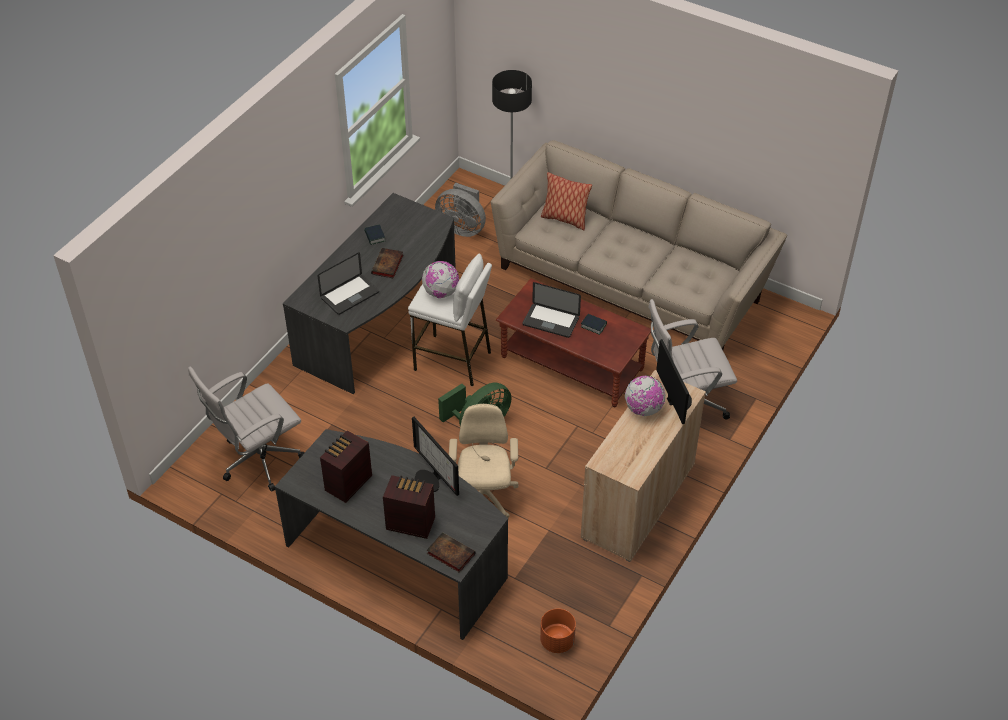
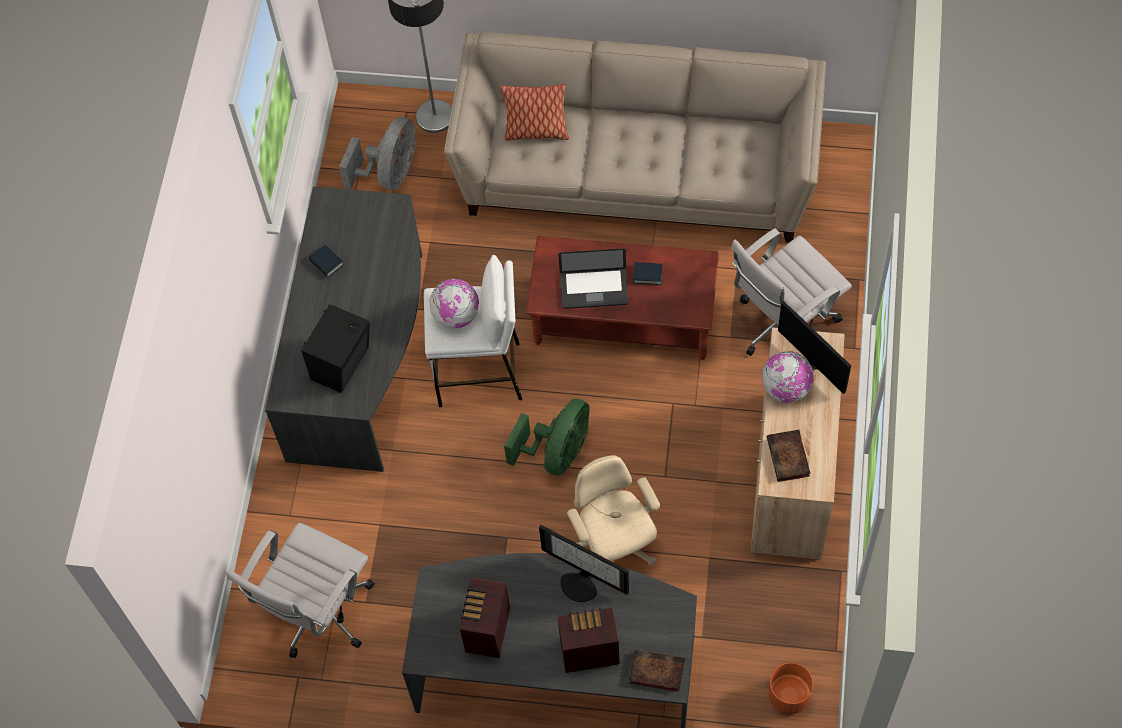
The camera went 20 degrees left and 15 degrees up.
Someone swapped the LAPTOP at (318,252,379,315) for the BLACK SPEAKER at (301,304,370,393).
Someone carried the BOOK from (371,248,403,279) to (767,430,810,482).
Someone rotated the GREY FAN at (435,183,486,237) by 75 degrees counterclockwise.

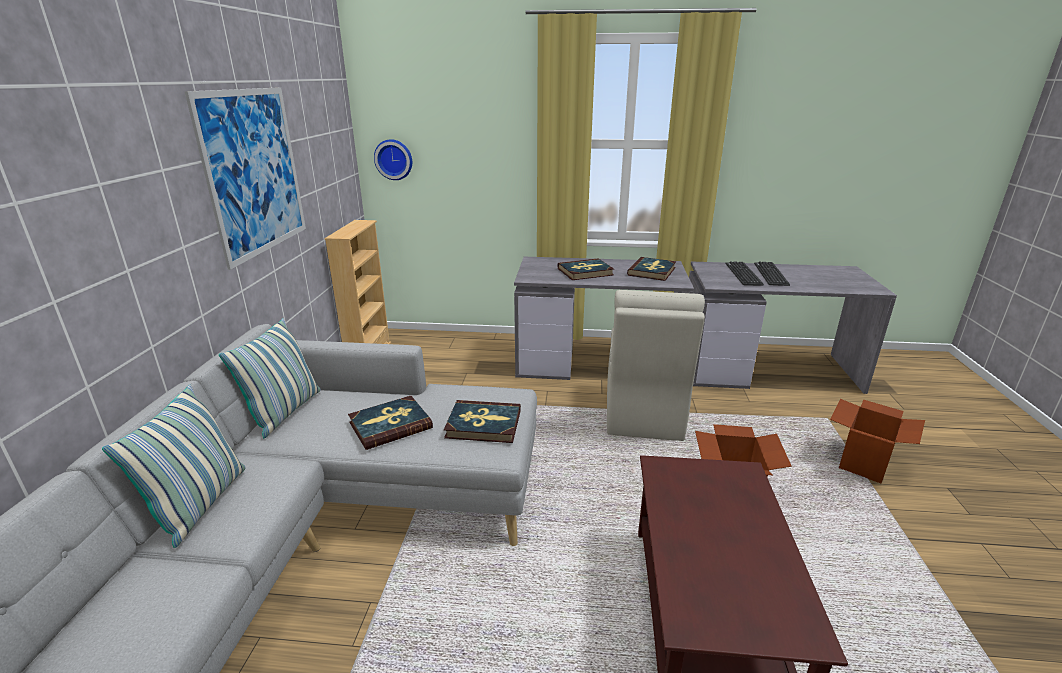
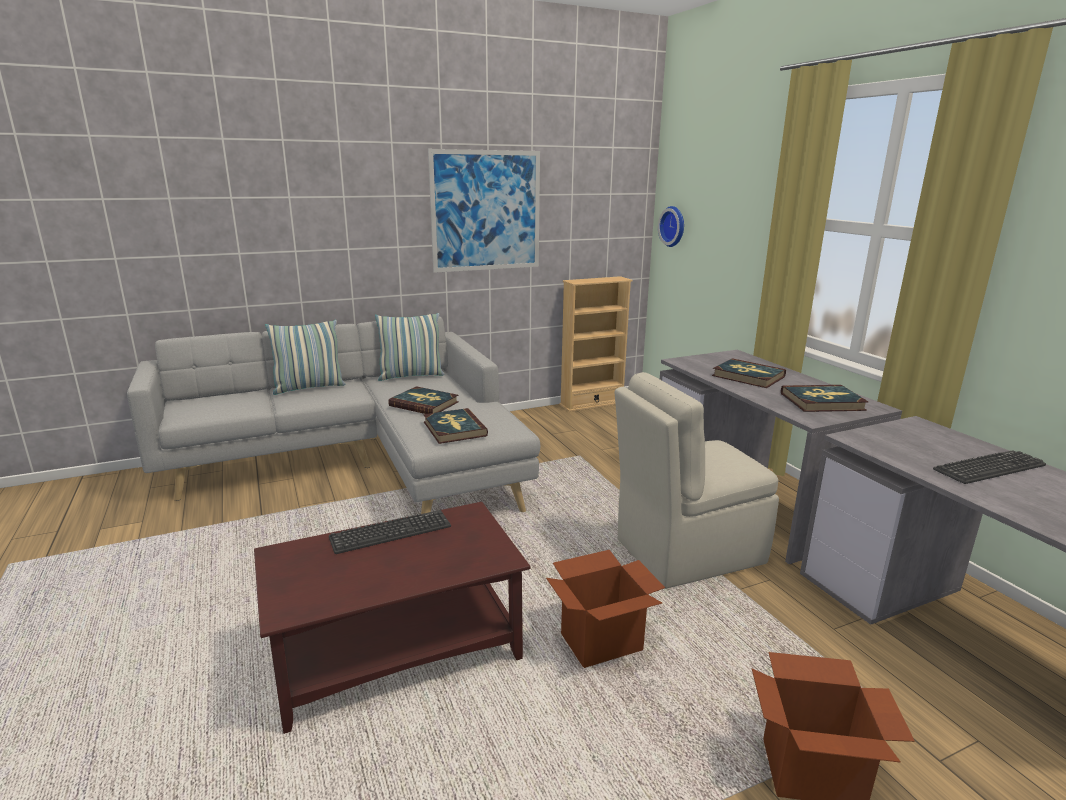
The camera went 60 degrees right and 5 degrees down.
Someone carried the KEYBOARD from (725,261,764,286) to (329,510,451,554).

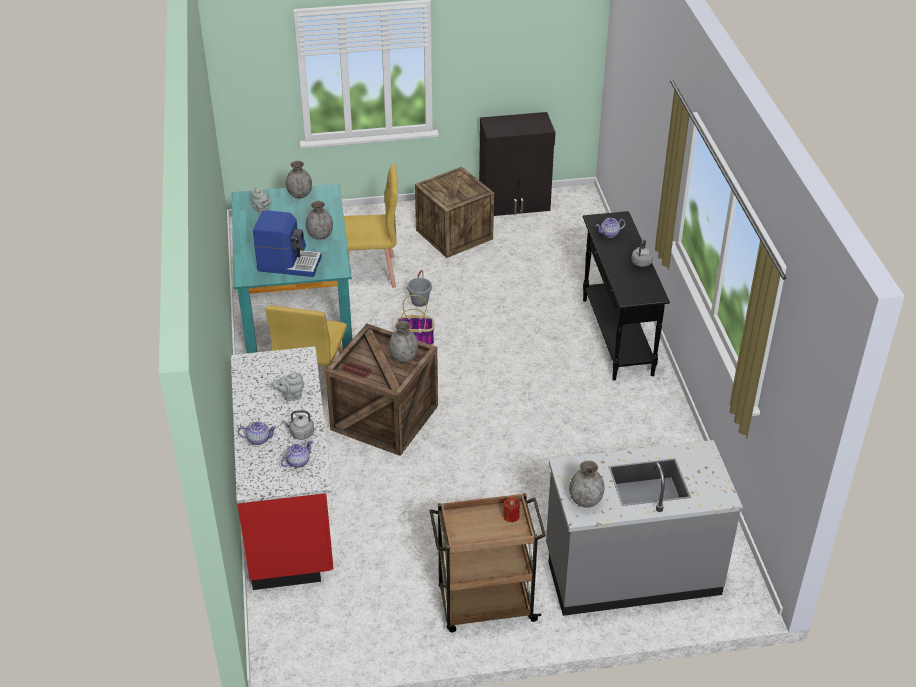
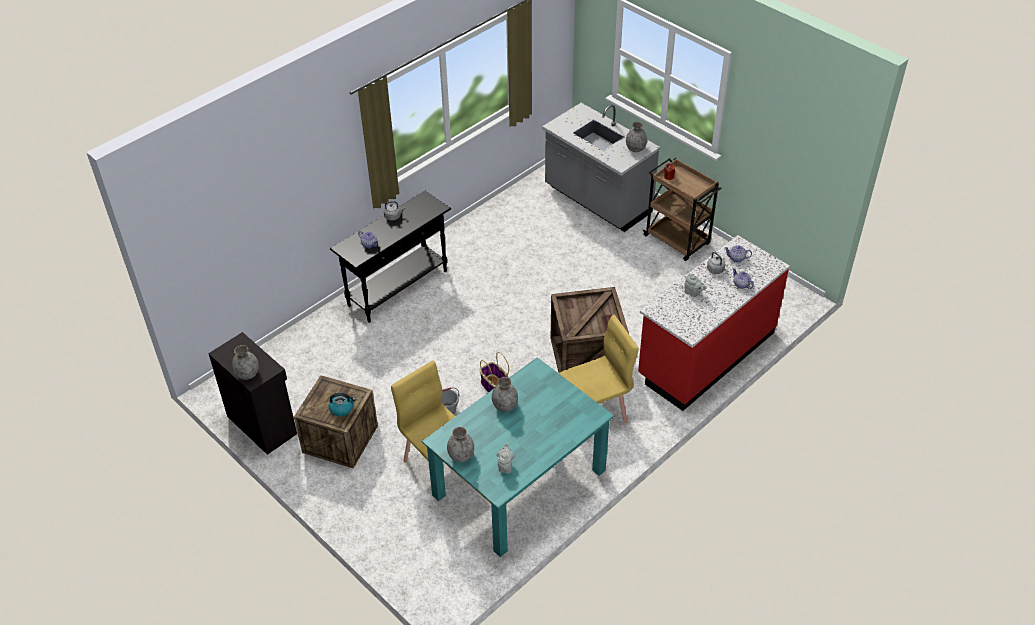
The camera went 125 degrees left and 5 degrees up.
Someone took away the COFFEE MACHINE at (253,210,322,277).
Someone carried the GREY VASE from (389,321,418,362) to (232,345,259,380).
Someone put down the KETTLE at (328,393,356,417).

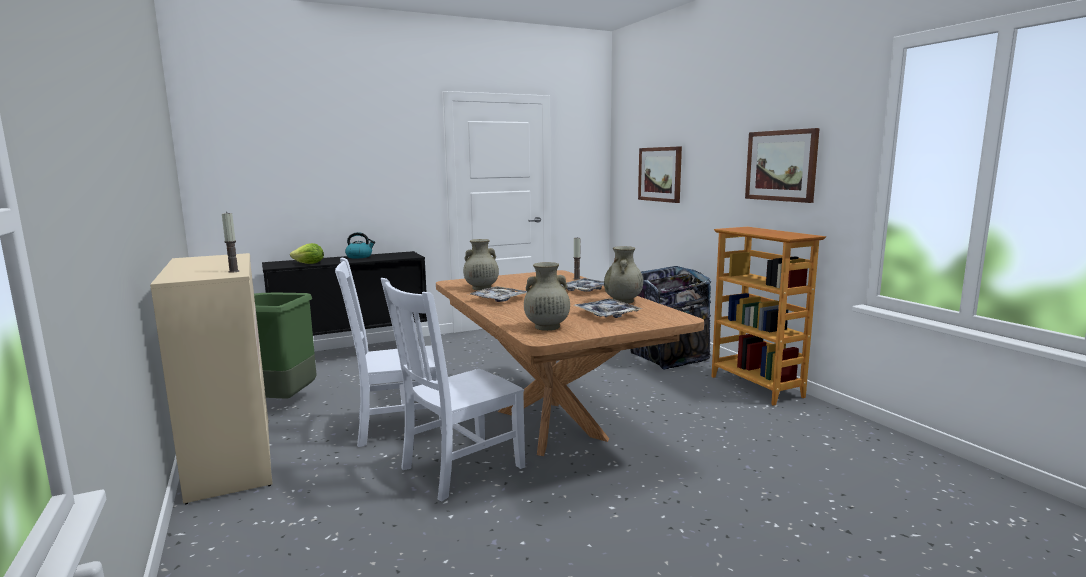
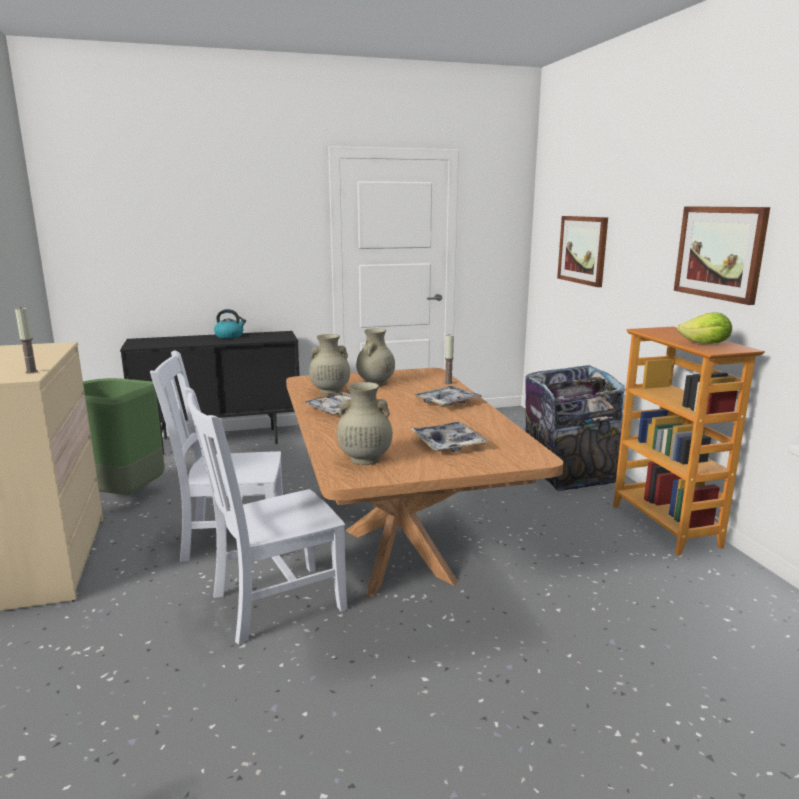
The camera went 10 degrees right and 5 degrees up.
Someone carried the LETTUCE from (290,243,324,264) to (677,312,732,344).
Someone carried the BEIGE VASE from (604,246,643,304) to (356,328,395,386).

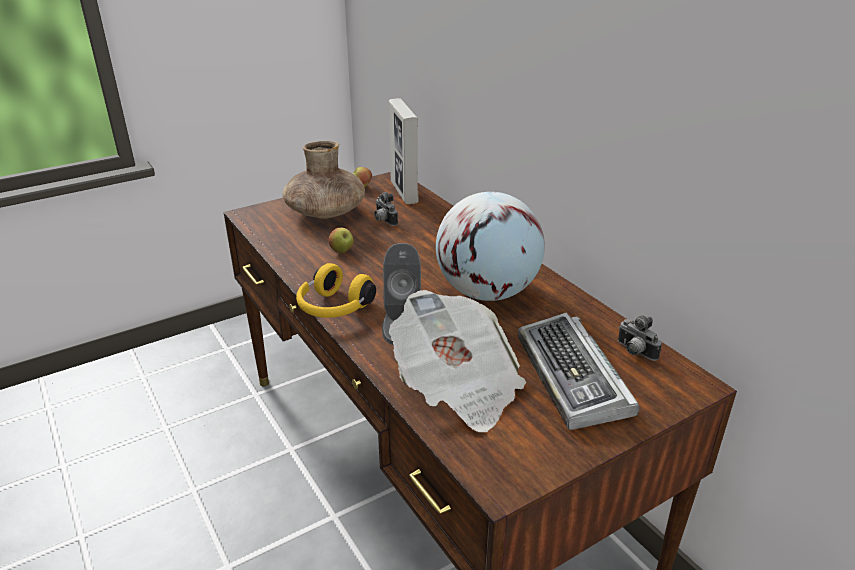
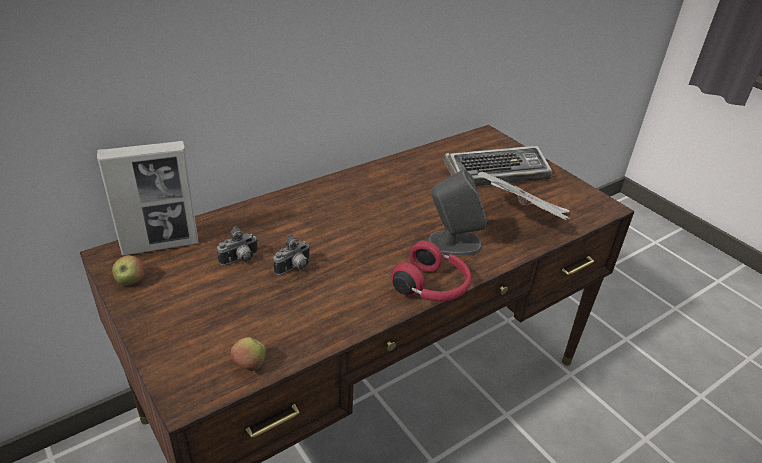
The camera went 95 degrees left and 5 degrees up.
Someone took away the BROWN VASE at (283,141,365,219).
Someone repainted the YELLOW HEADPHONES at (296,263,376,318), which became the RED HEADPHONES at (391,241,472,301).
Someone carried the APPLE from (328,228,354,254) to (231,337,266,371).
Someone took away the GLOBE at (436,192,545,301).
Someone carried the PHOTO CAMERA from (618,315,662,361) to (273,234,310,275).

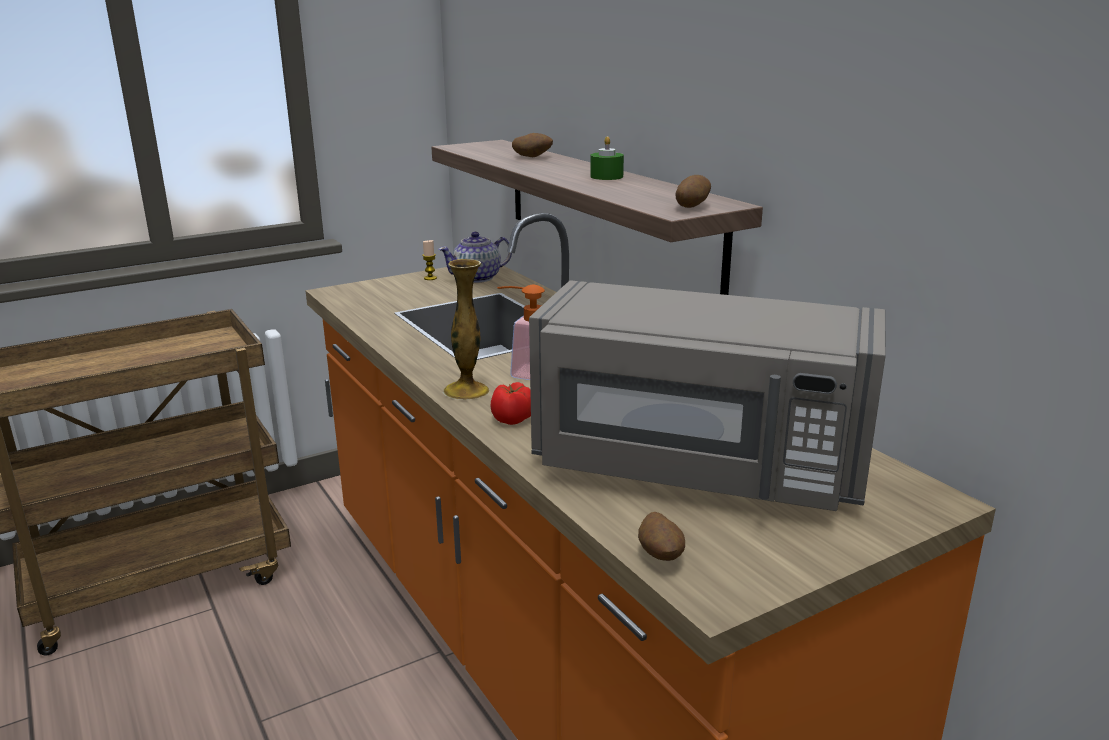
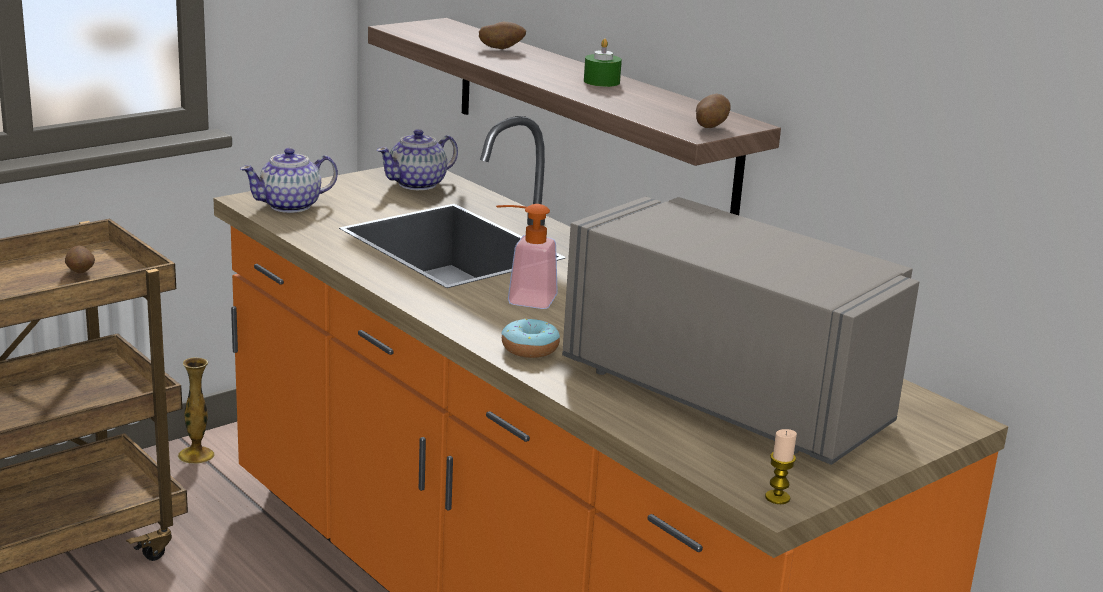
The camera went 10 degrees left and 0 degrees up.
Someone carried the CANDLE from (422,240,437,280) to (765,429,797,504).
Someone carried the VASE from (443,259,489,400) to (178,357,215,464).
Someone swapped the TOMATO at (490,382,531,425) for the DONUT at (501,319,560,358).
Someone rotated the GREY MICROWAVE at (529,280,886,511) by 150 degrees counterclockwise.
Someone carried the POTATO from (638,512,685,561) to (65,245,95,274).
Someone put down the TEAPOT at (240,148,338,213).

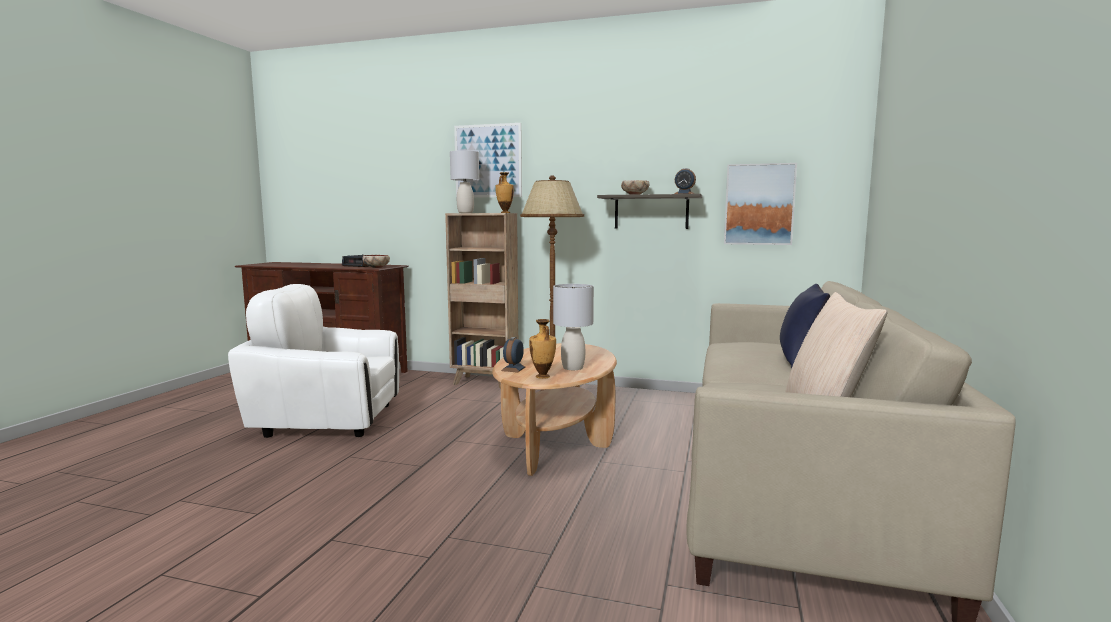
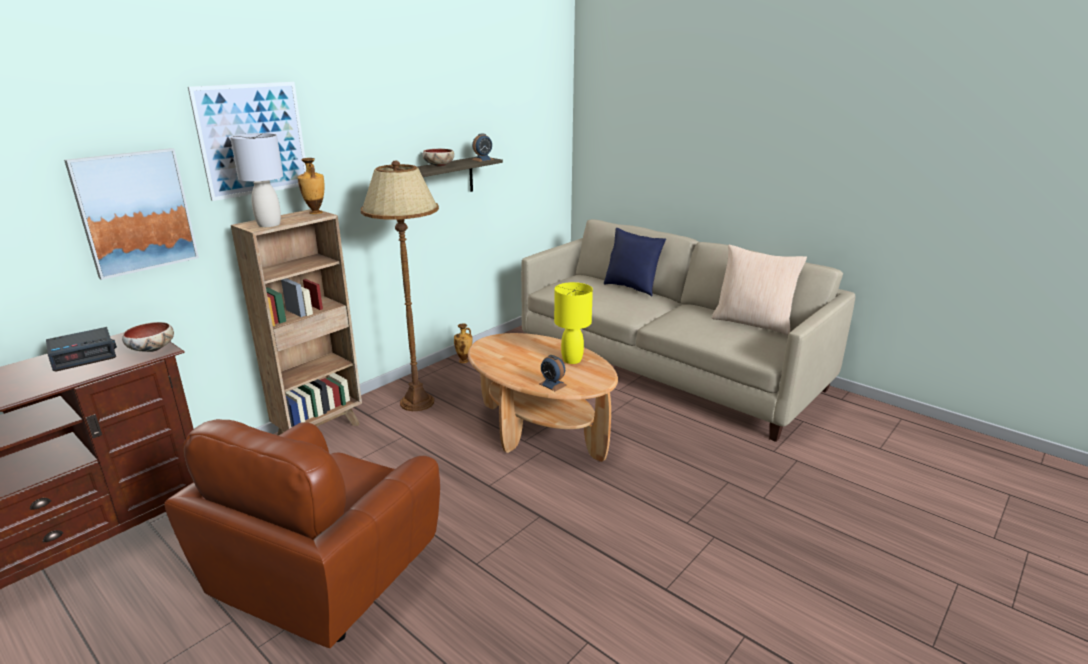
The camera went 65 degrees left and 15 degrees up.
Someone repainted the WHITE ARMCHAIR at (228,284,399,438), which became the BROWN ARMCHAIR at (164,419,440,648).
Someone carried the VASE from (529,319,556,379) to (454,323,472,363).
Someone repainted the GREY TABLE LAMP at (553,284,594,370), which became the YELLOW TABLE LAMP at (554,282,593,364).
Someone carried the PICTURE from (724,163,797,245) to (64,148,199,280).

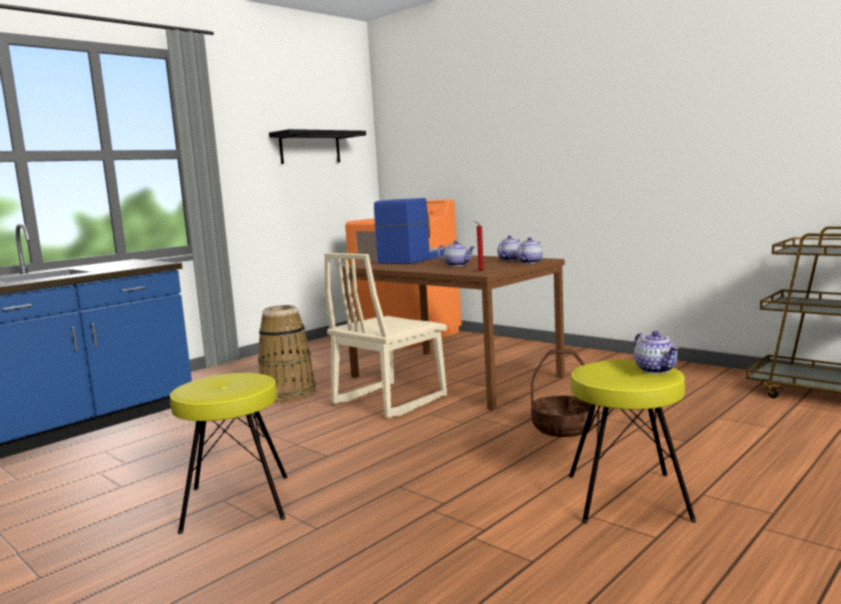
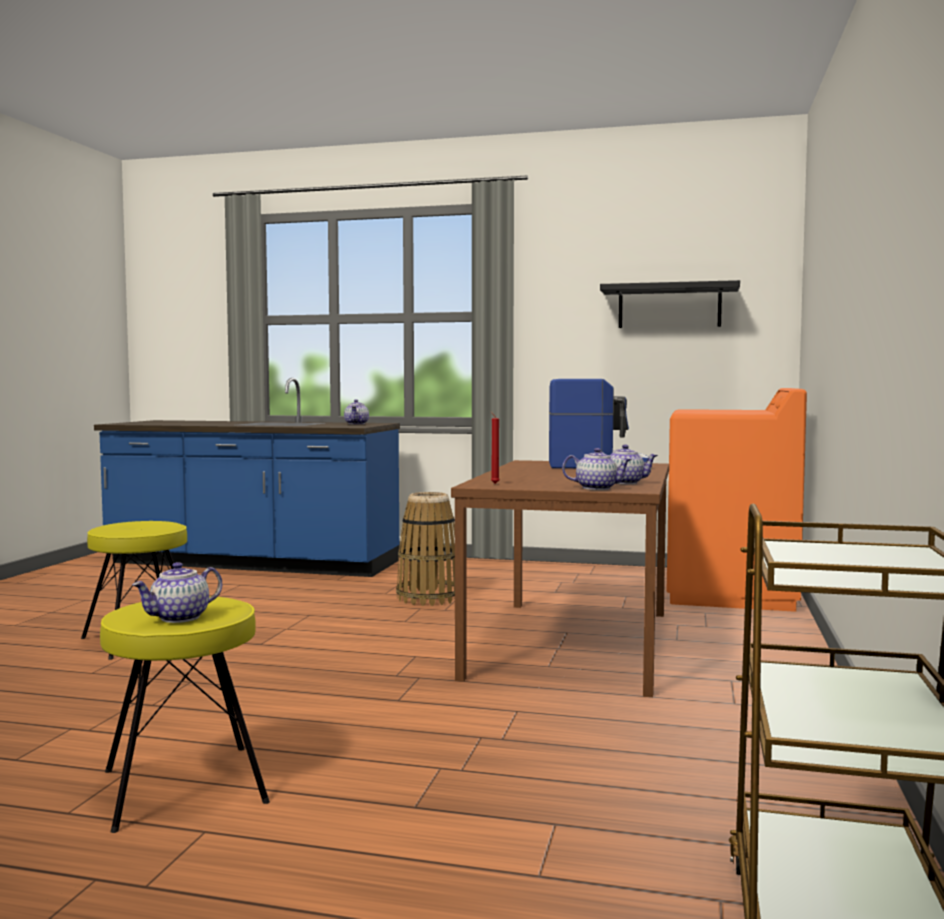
The camera went 60 degrees right and 5 degrees down.
Someone took away the BEIGE CHAIR at (324,253,447,418).
Someone carried the TEAPOT from (437,240,475,266) to (344,399,369,424).
Someone took away the BASKET at (531,349,594,437).

